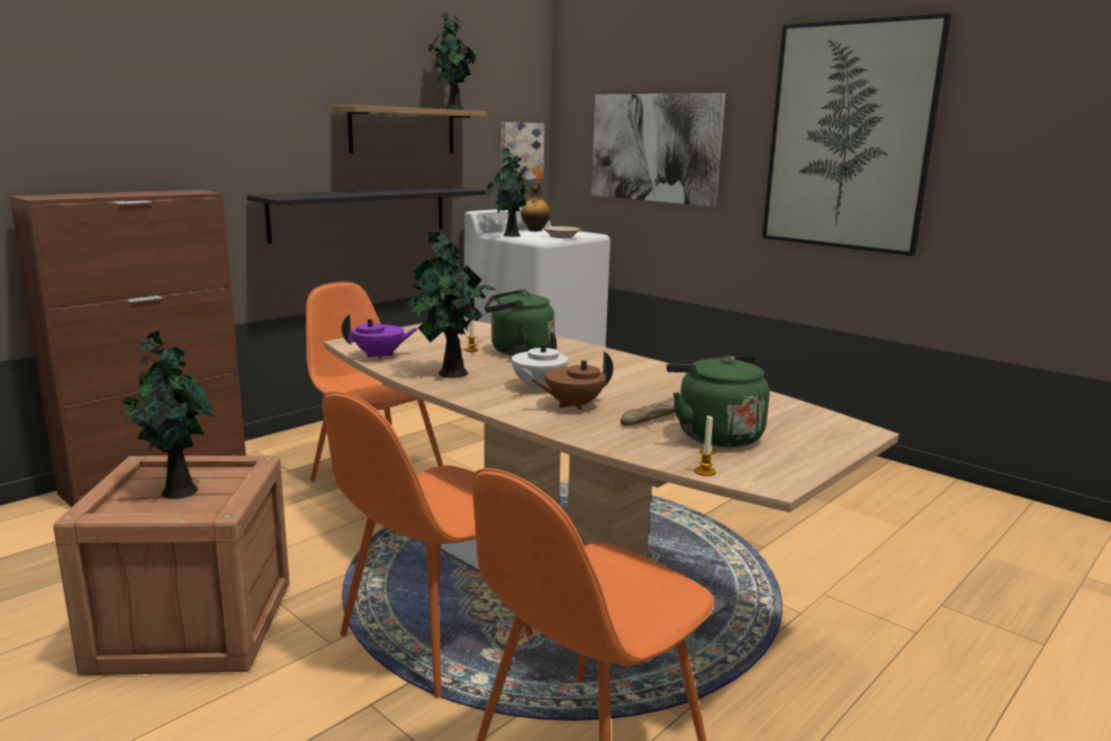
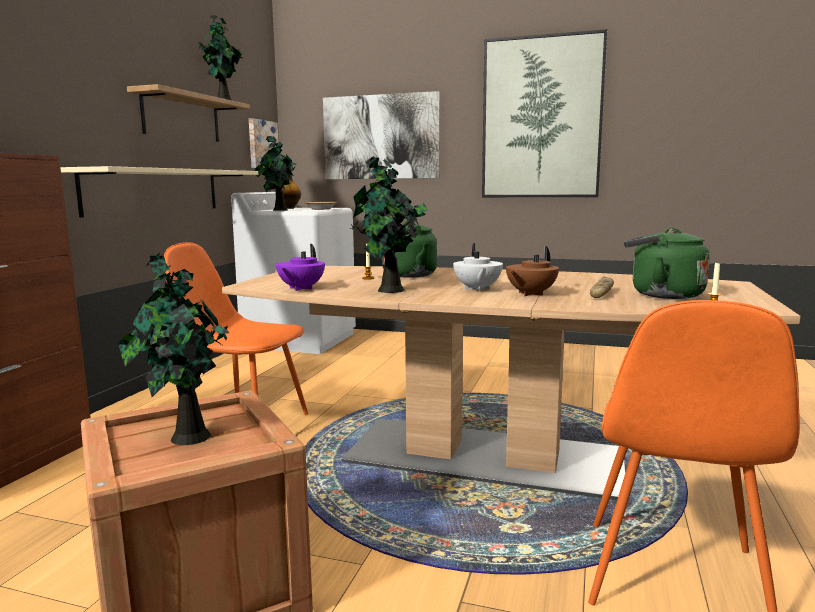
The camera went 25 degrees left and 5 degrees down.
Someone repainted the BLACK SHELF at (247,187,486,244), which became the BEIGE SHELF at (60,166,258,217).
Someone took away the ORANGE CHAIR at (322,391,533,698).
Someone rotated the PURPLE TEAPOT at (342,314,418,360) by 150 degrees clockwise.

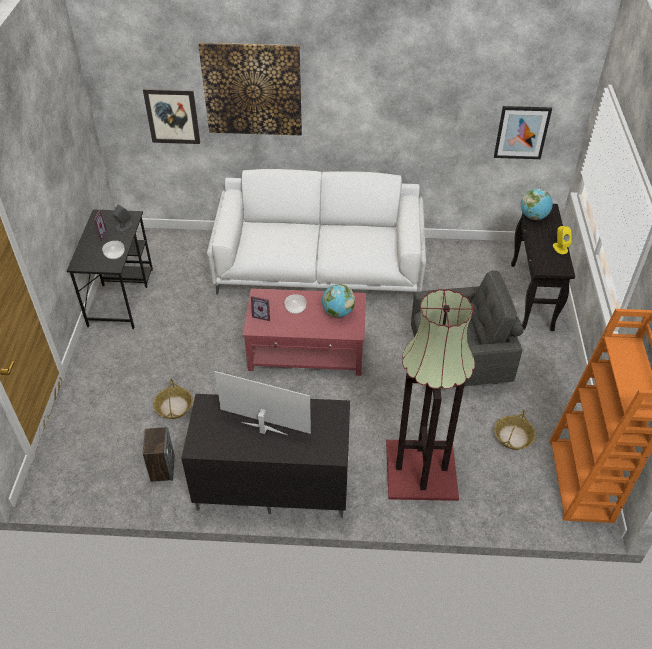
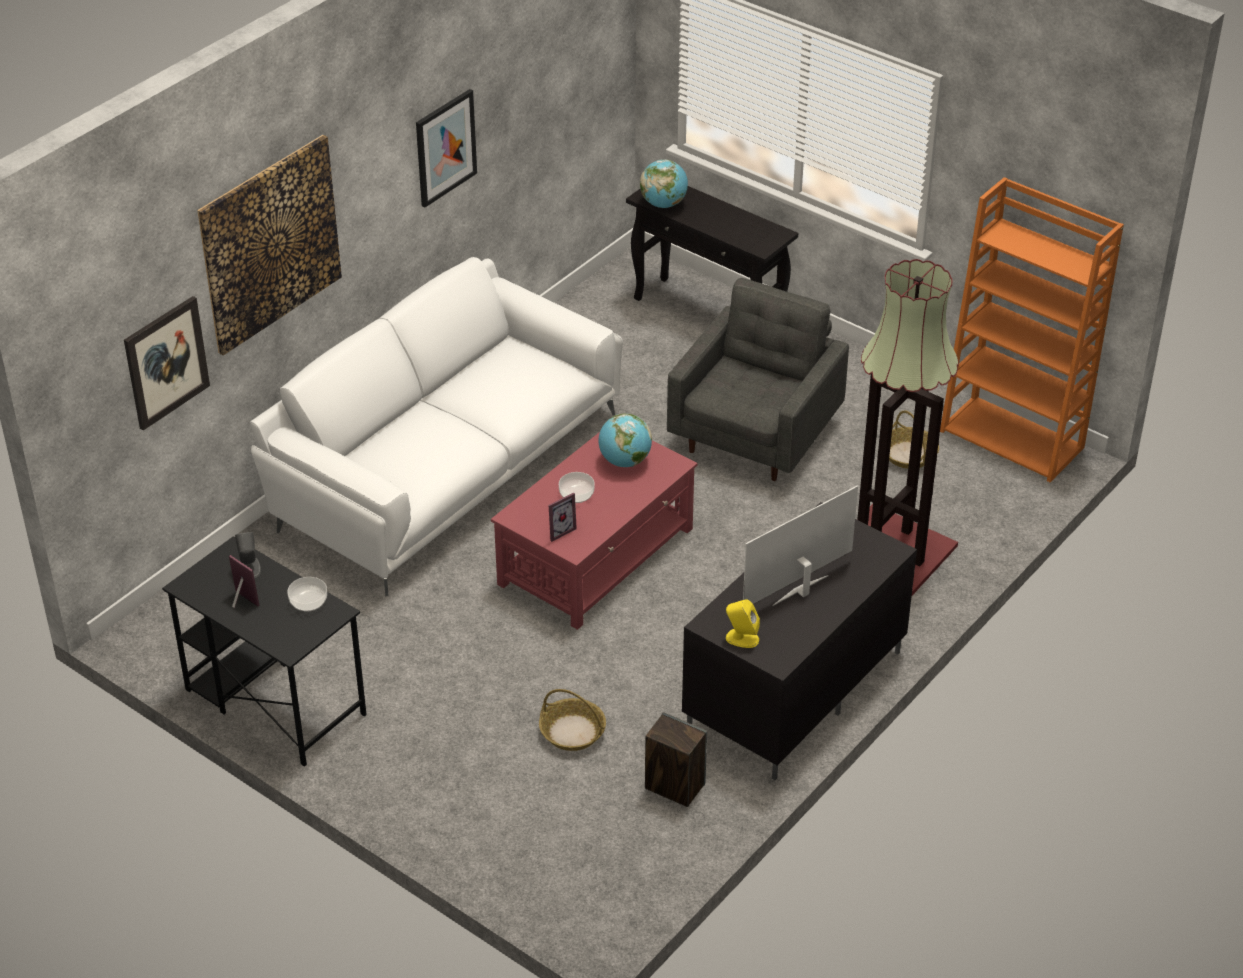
The camera went 55 degrees left and 5 degrees down.
Someone carried the PICTURE from (494,106,552,159) to (416,89,477,207).
Someone carried the YELLOW SPEAKER from (553,226,572,254) to (726,599,760,648).

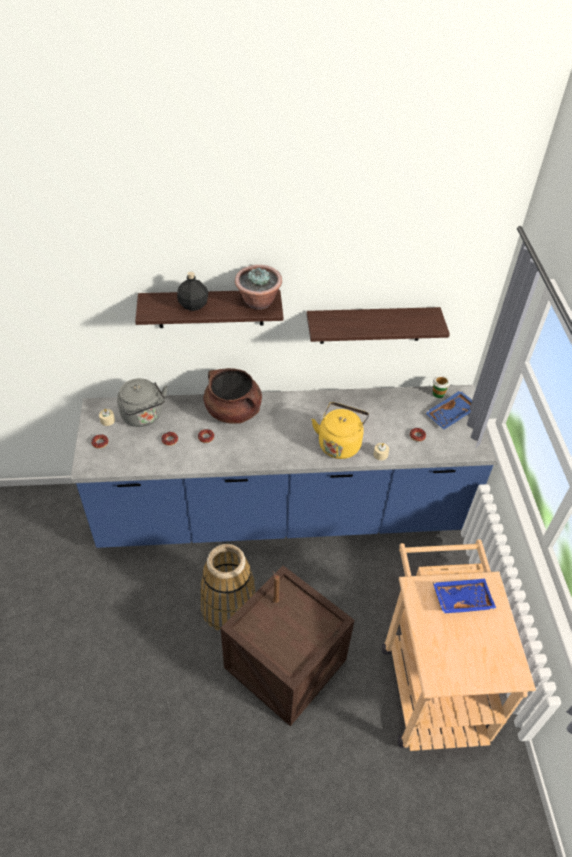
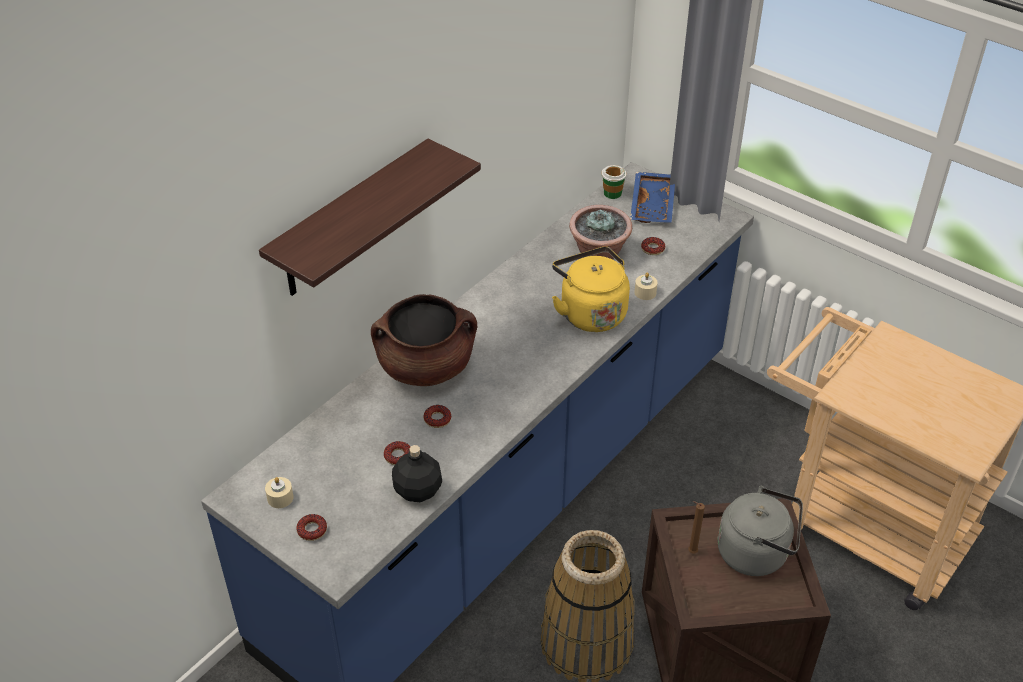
The camera went 45 degrees left and 5 degrees down.
Someone carried the GREY KETTLE from (117,378,167,427) to (718,486,803,576).
Someone carried the BLACK BOTTLE from (177,272,208,311) to (392,445,442,502).
Someone carried the POTTED PLANT from (235,265,282,310) to (569,205,632,259).
Someone took away the SHELF at (307,307,450,344).
Someone took away the BLUE TRAY at (433,579,496,614).

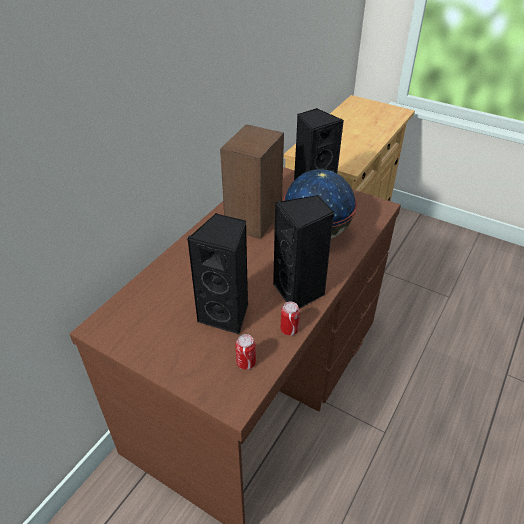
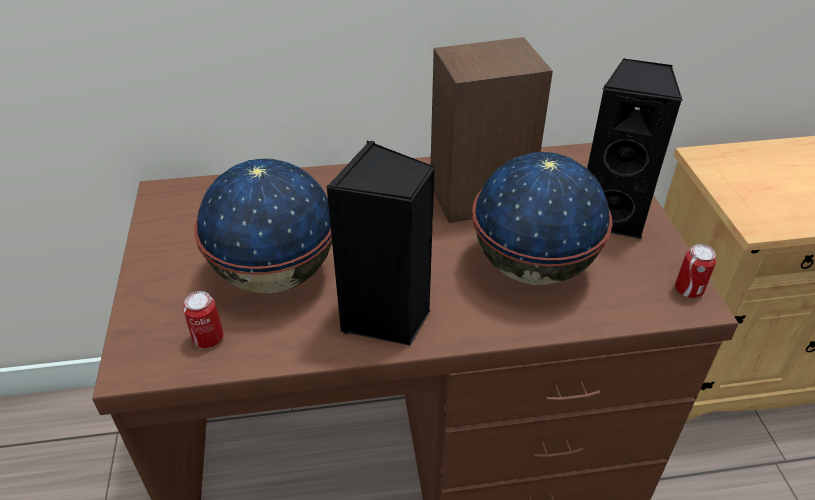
The camera went 50 degrees right and 0 degrees up.
Someone swapped the BLACK SPEAKER at (186,213,249,334) for the GLOBE at (194,159,332,293).
Someone carried the CAN from (280,302,300,335) to (675,244,716,298).

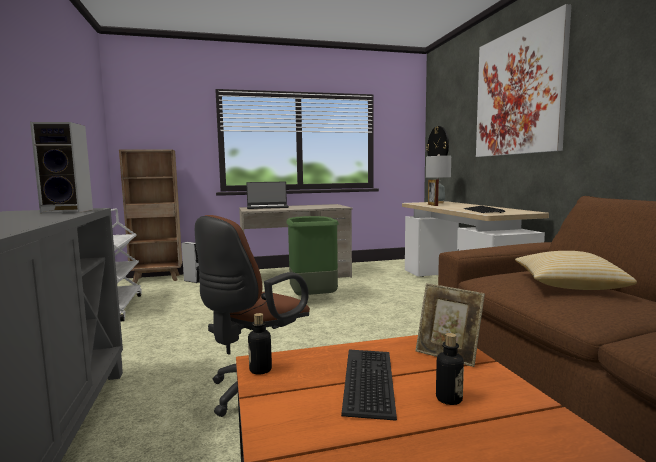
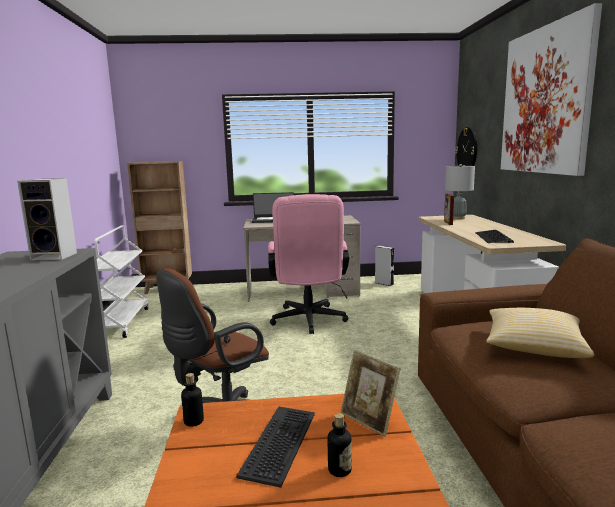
The camera went 10 degrees right and 5 degrees up.
Someone carried the GREY SPEAKER from (182,242,199,283) to (375,246,394,286).
Someone swapped the GREEN TRASH CAN at (286,216,339,295) for the PINK OFFICE CHAIR at (268,194,349,334).

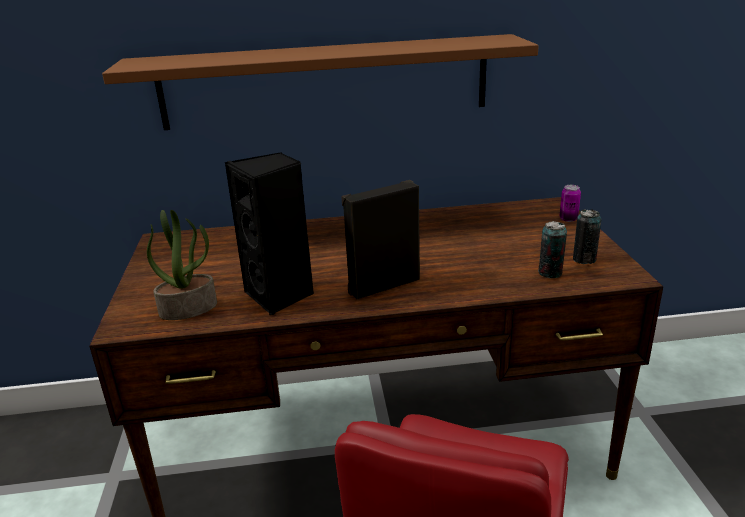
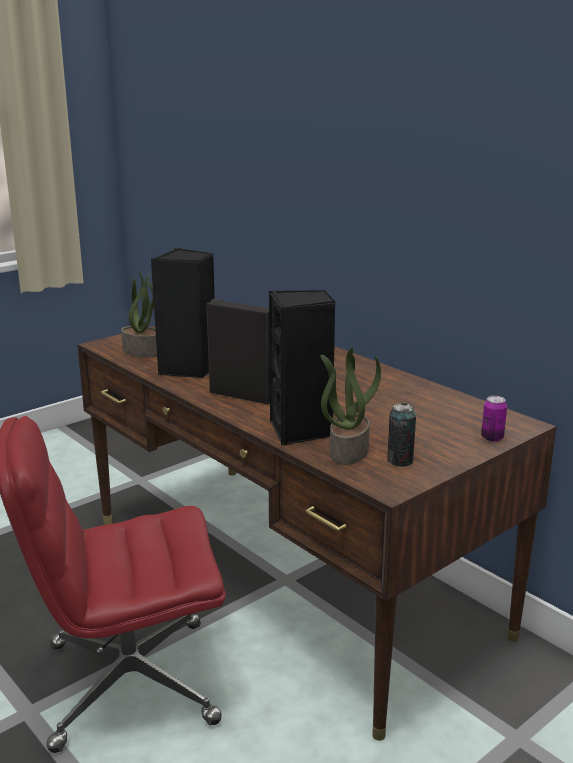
The camera went 55 degrees right and 5 degrees down.
Someone took away the BROWN SHELF at (102,34,539,130).
Someone swapped the CAN at (538,221,567,278) for the POTTED PLANT at (321,347,381,465).
Someone put down the BLACK SPEAKER at (269,290,336,445).

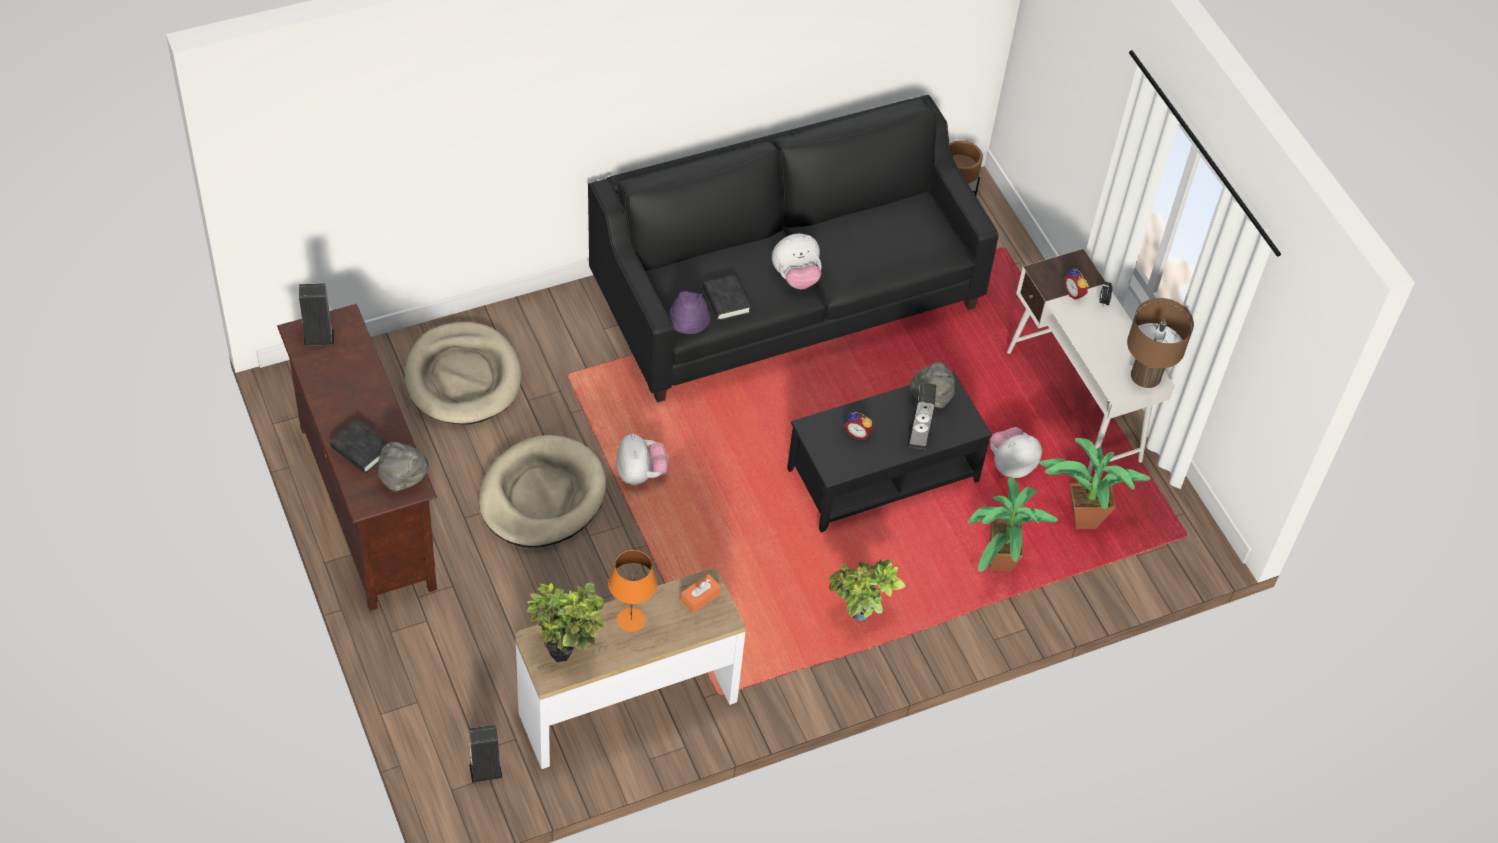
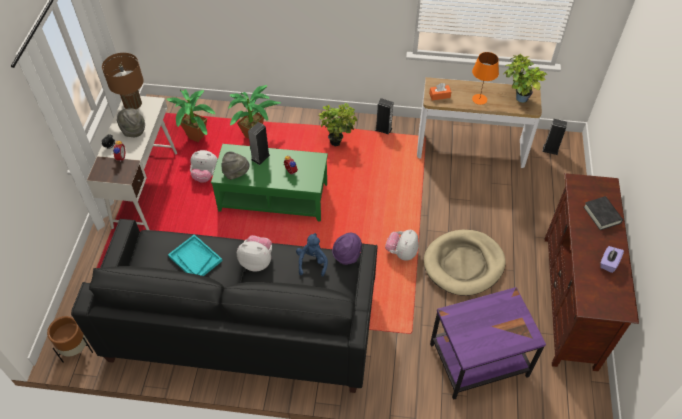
The camera went 145 degrees left and 0 degrees up.
Someone carried the SPEAKER from (299,283,334,346) to (375,98,394,135).
Someone carried the GREY HAT from (378,442,428,492) to (117,108,145,137).
Someone swapped the BEIGE DOG BED at (405,322,521,424) for the PURPLE SIDE TABLE at (430,287,546,400).
Someone swapped the BLACK BOOK at (703,275,751,321) for the BLUE PLUSH TOY at (296,233,328,277).
Someone repainted the BLACK COFFEE TABLE at (787,371,992,532), which became the GREEN COFFEE TABLE at (211,144,328,222).
Someone put down the TURQUOISE TRAY at (168,235,222,276).
Someone put down the PURPLE TISSUE BOX at (600,246,624,273).

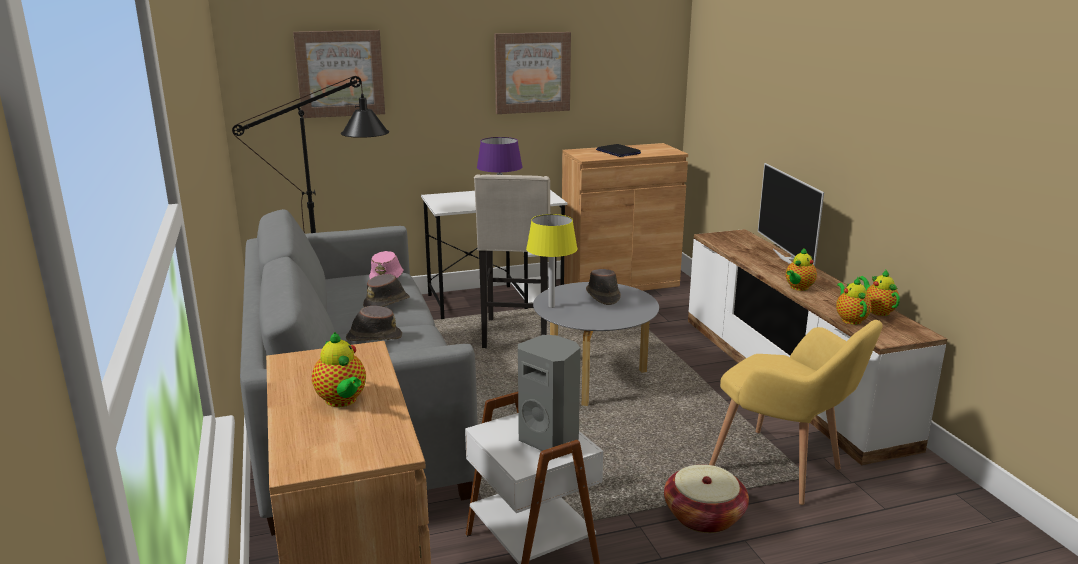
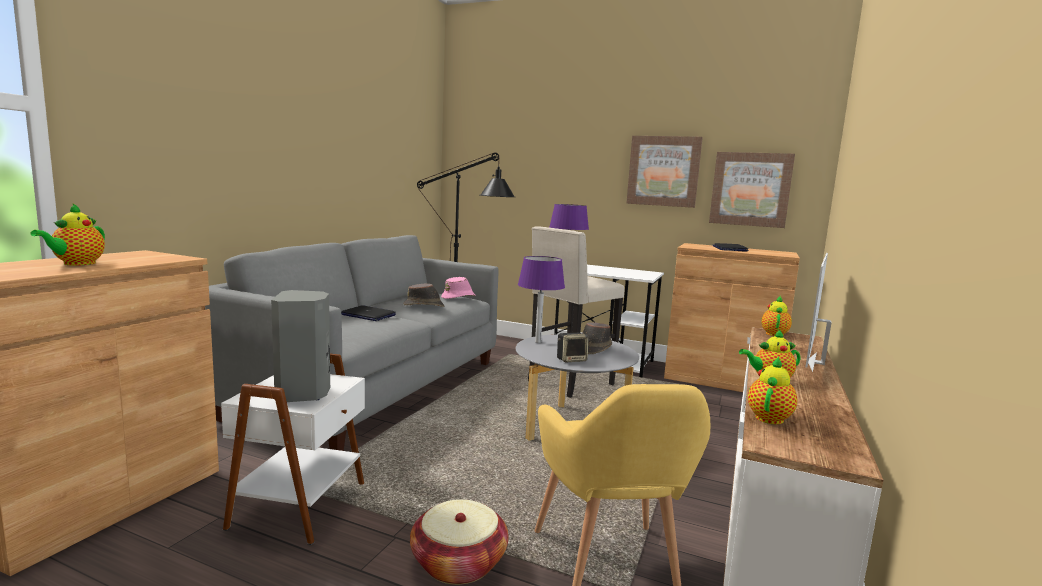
The camera went 40 degrees right and 10 degrees down.
Someone carried the PICTURE from (293,30,385,118) to (709,152,795,228).
Someone swapped the BROWN HAT at (346,306,402,341) for the LAPTOP at (341,305,396,321).
Someone repainted the YELLOW TABLE LAMP at (526,214,577,308), which became the PURPLE TABLE LAMP at (518,256,565,343).
Someone carried the TEAPOT from (859,270,900,316) to (761,296,792,336).
Someone put down the SPEAKER at (557,333,589,362).

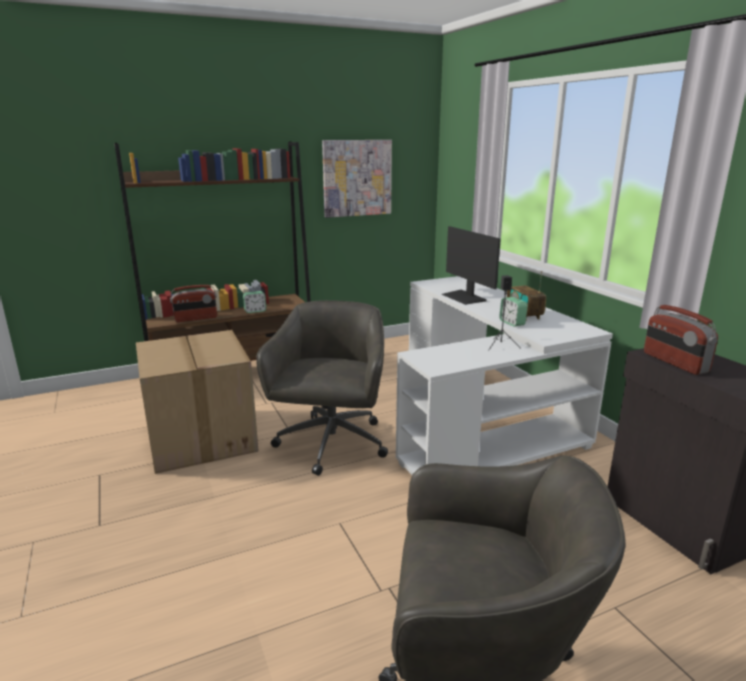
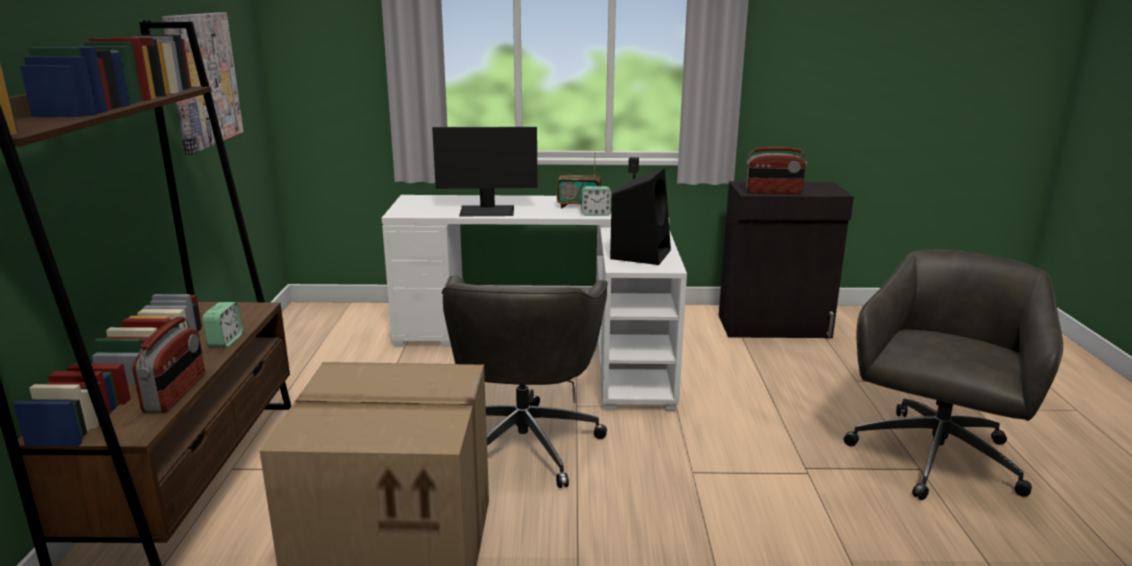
The camera went 65 degrees left and 0 degrees up.
Someone rotated the GREY OFFICE CHAIR at (256,300,388,476) by 120 degrees counterclockwise.
Someone put down the BLACK SPEAKER at (610,169,671,265).

